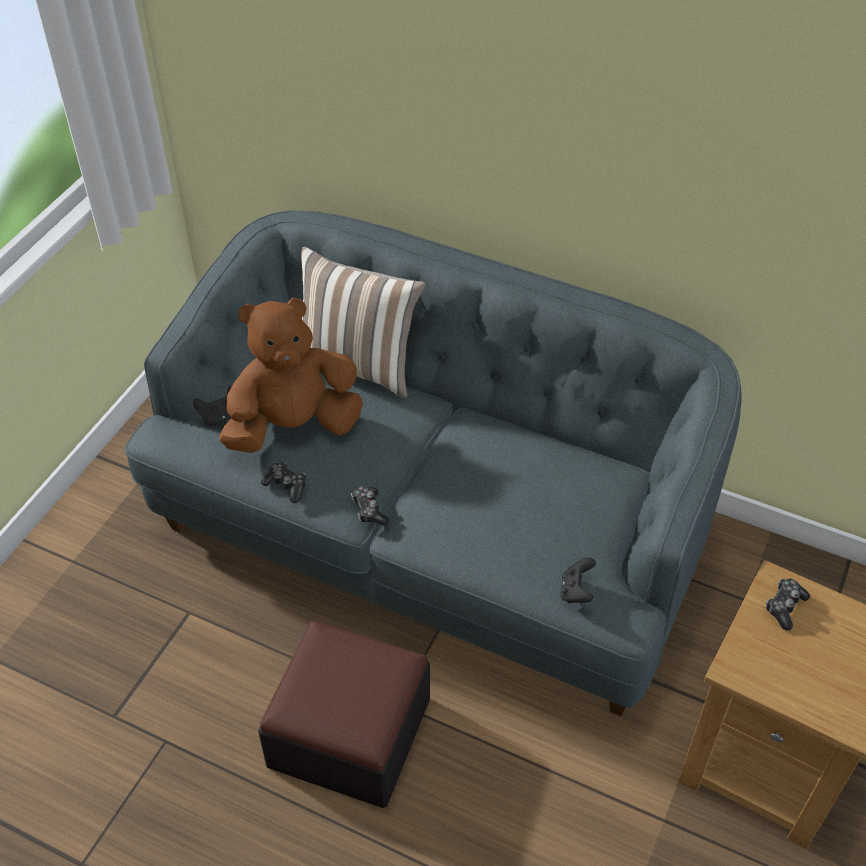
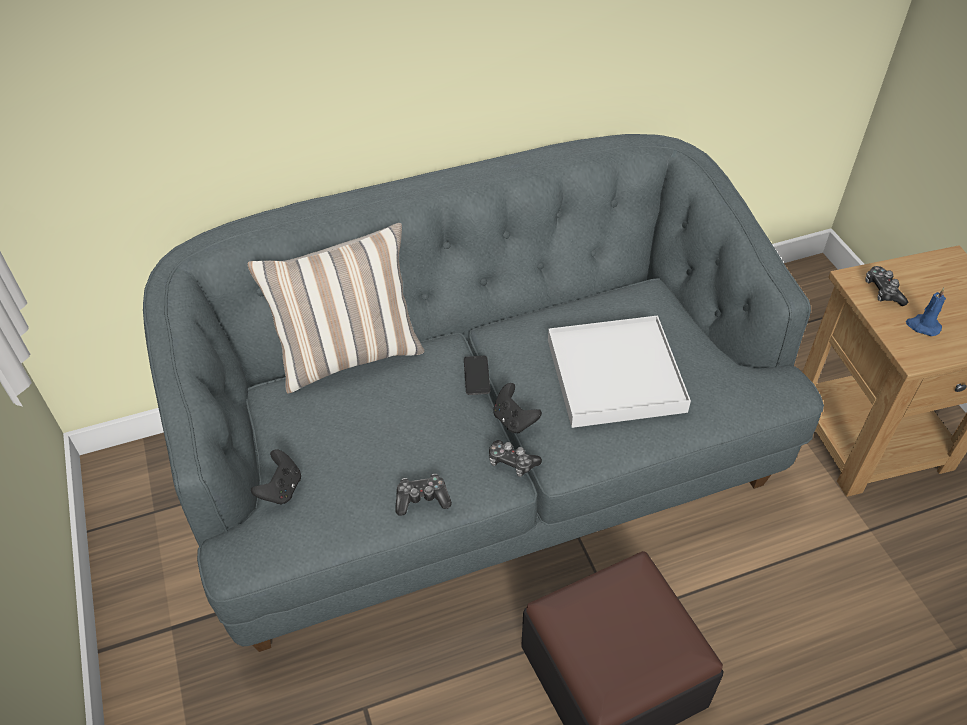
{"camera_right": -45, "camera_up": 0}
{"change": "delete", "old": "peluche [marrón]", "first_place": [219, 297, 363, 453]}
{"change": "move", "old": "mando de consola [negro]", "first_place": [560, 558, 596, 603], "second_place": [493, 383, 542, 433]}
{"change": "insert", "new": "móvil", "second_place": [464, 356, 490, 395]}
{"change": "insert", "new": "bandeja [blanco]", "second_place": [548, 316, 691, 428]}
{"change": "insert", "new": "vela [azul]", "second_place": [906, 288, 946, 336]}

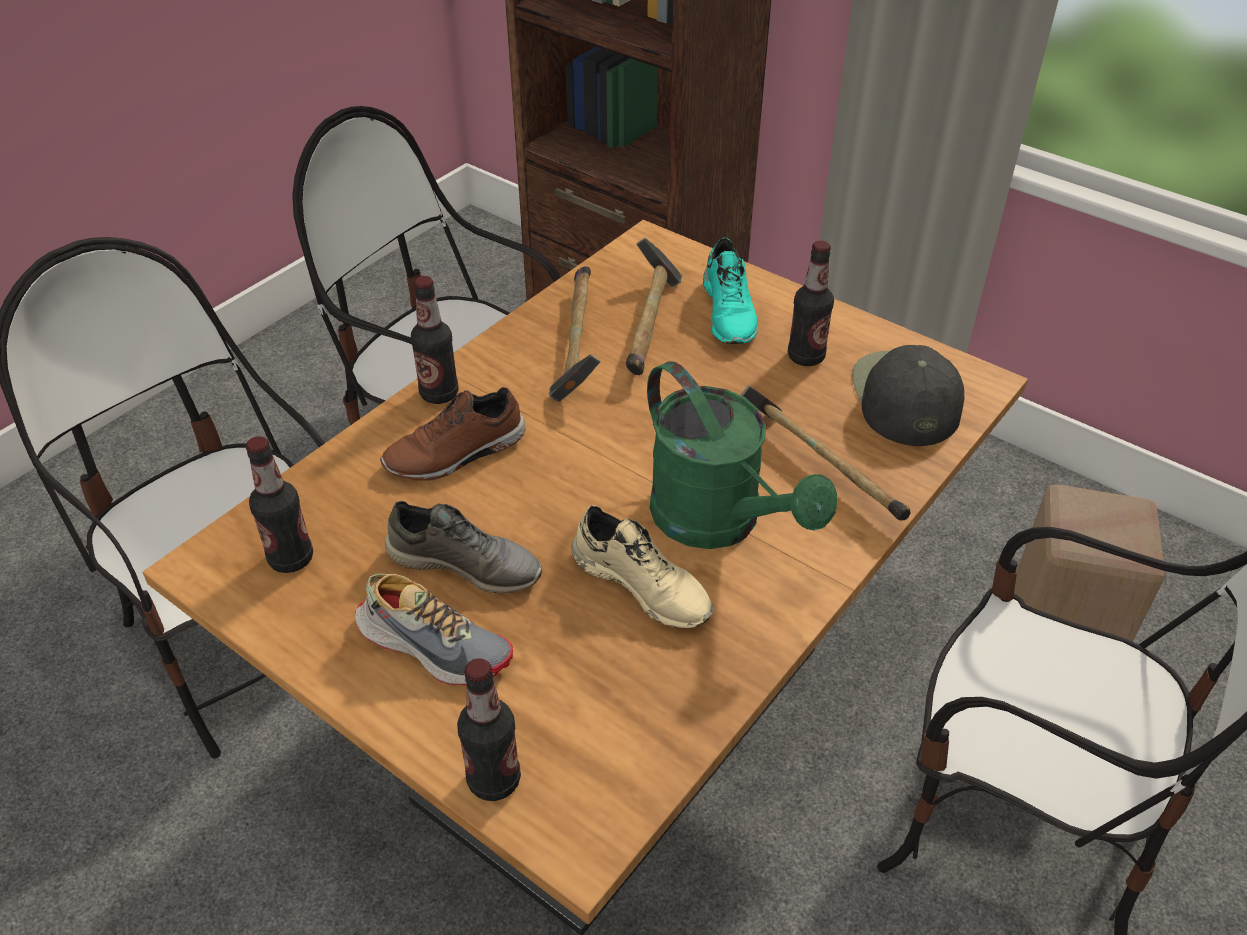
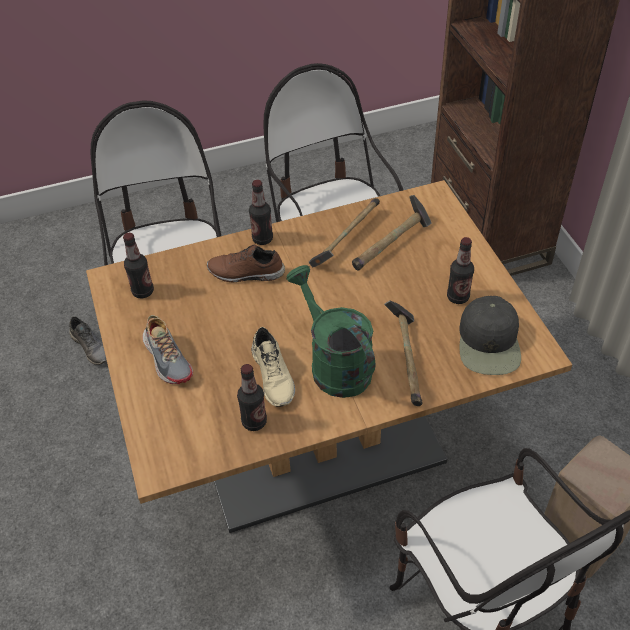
{"camera_right": 35, "camera_up": 5}
{"change": "move", "old": "zapato [gris]", "first_place": [385, 501, 542, 594], "second_place": [69, 316, 107, 365]}
{"change": "move", "old": "botella", "first_place": [457, 658, 521, 801], "second_place": [237, 364, 267, 431]}
{"change": "rotate", "old": "regadera [verde]", "first_place": [647, 361, 837, 549], "second_place": [286, 265, 375, 398], "degrees": 150}
{"change": "delete", "old": "zapato [turquesa]", "first_place": [703, 238, 758, 344]}
{"change": "rotate", "old": "gorra [negro]", "first_place": [852, 345, 964, 446], "second_place": [459, 296, 521, 375], "degrees": 150}

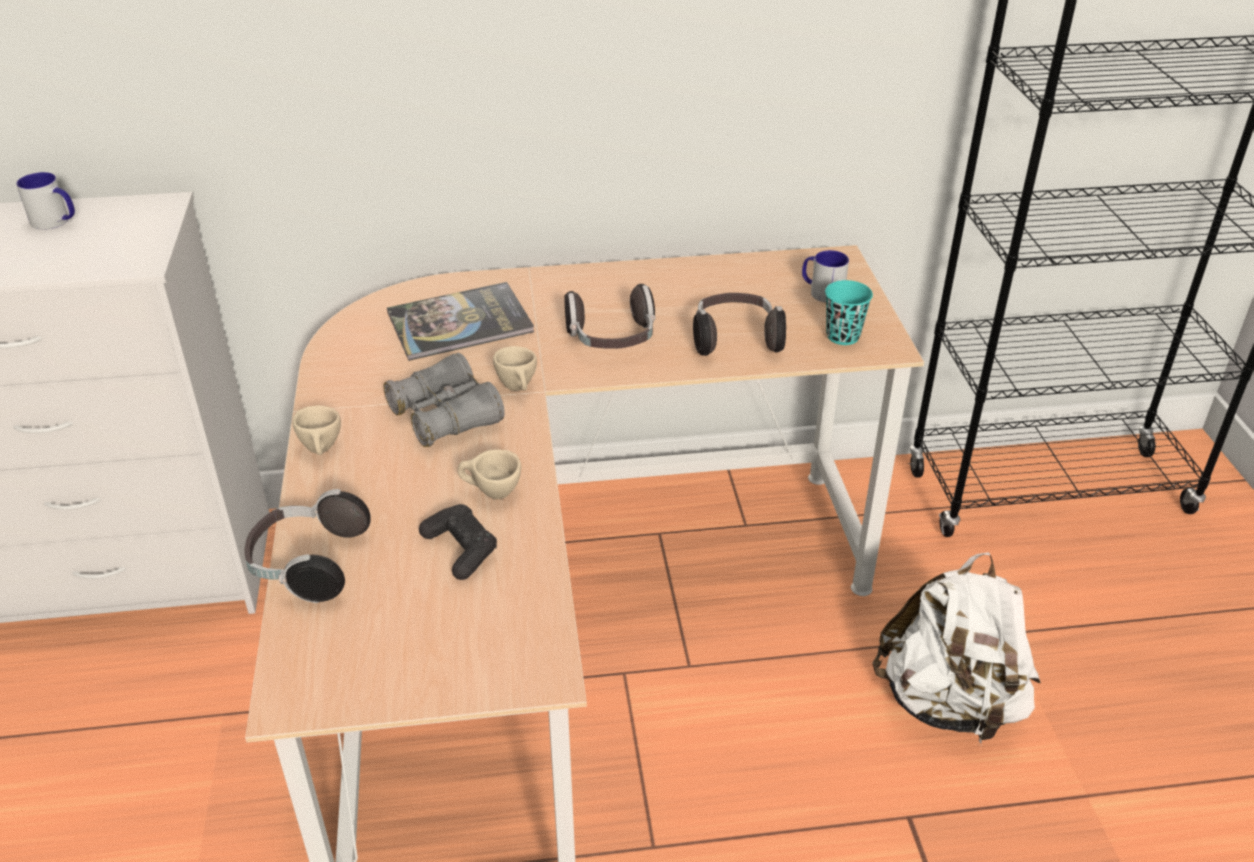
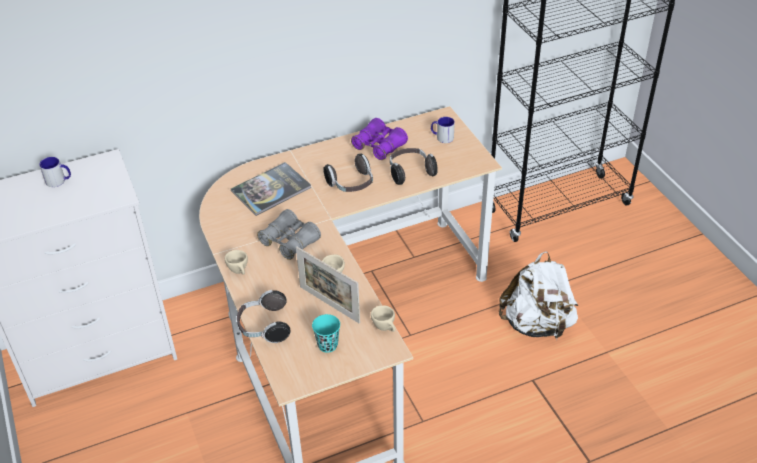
{"camera_right": -15, "camera_up": 5}
{"change": "replace", "old": "mando de consola [negro]", "new": "portarretratos", "first_place": [419, 504, 497, 580], "second_place": [296, 246, 360, 324]}
{"change": "move", "old": "taza [beis]", "first_place": [493, 346, 537, 391], "second_place": [371, 305, 395, 332]}
{"change": "move", "old": "taza [turquesa]", "first_place": [825, 280, 873, 345], "second_place": [312, 314, 340, 353]}
{"change": "insert", "new": "prismáticos [morado]", "second_place": [351, 118, 408, 160]}

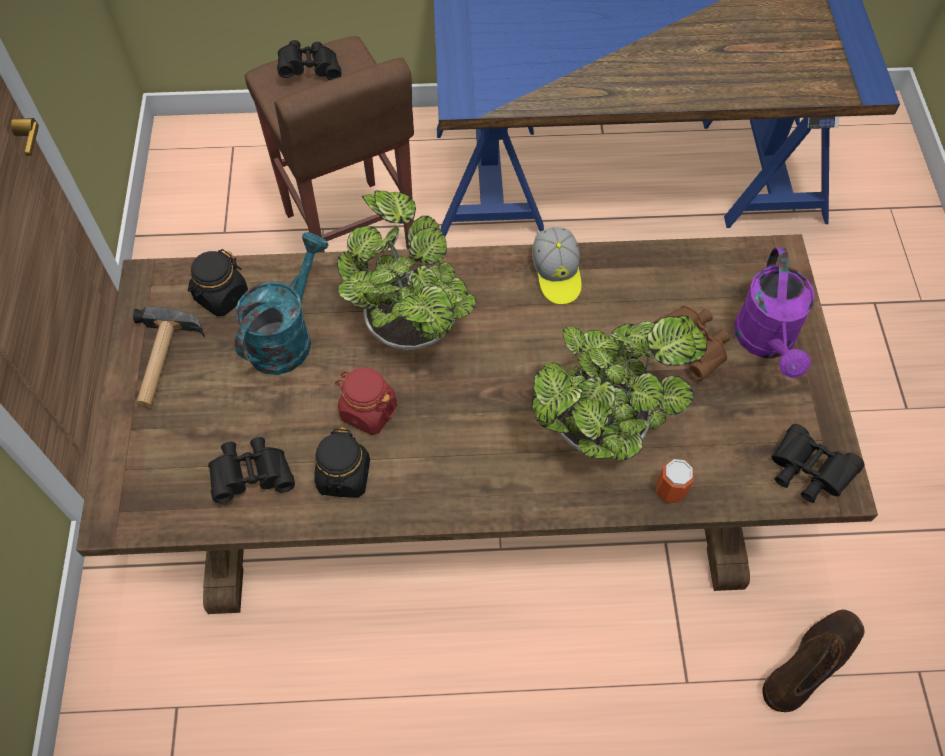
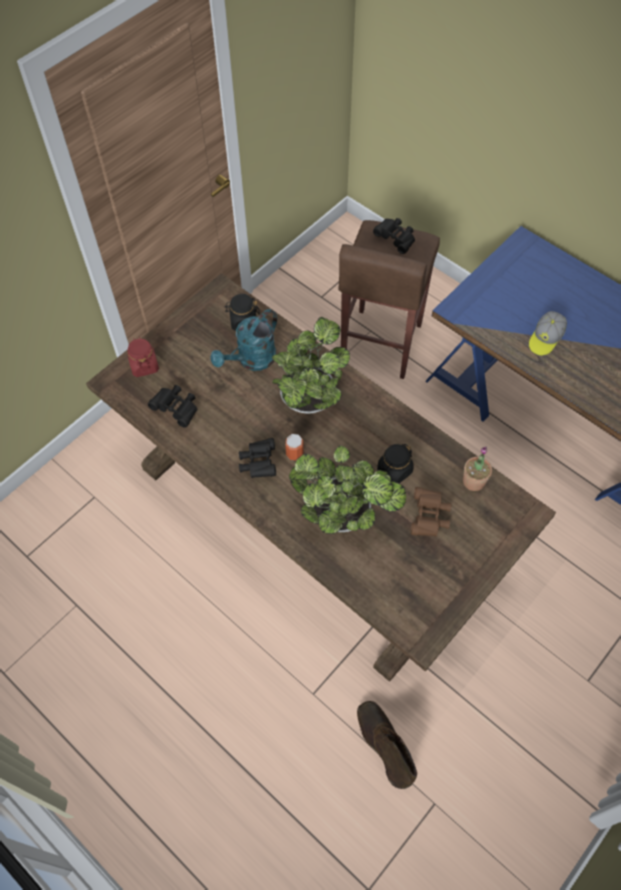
{"camera_right": 45, "camera_up": 0}
{"change": "delete", "old": "martillo", "first_place": [133, 306, 205, 409]}
{"change": "rotate", "old": "regadera [turquesa]", "first_place": [235, 232, 329, 375], "second_place": [211, 309, 277, 371], "degrees": 150}
{"change": "move", "old": "tarro [negro]", "first_place": [314, 427, 370, 498], "second_place": [377, 444, 414, 483]}
{"change": "move", "old": "tarro [rojo]", "first_place": [335, 367, 397, 435], "second_place": [127, 337, 159, 377]}
{"change": "move", "old": "gorra", "first_place": [532, 227, 582, 305], "second_place": [529, 311, 567, 356]}
{"change": "move", "old": "lata", "first_place": [657, 459, 694, 504], "second_place": [285, 434, 304, 461]}
{"change": "delete", "old": "regadera [morado]", "first_place": [734, 247, 815, 378]}
{"change": "rotate", "old": "bota [marrón]", "first_place": [762, 609, 865, 712], "second_place": [357, 701, 417, 789], "degrees": -120}
{"change": "move", "old": "prismáticos [negro]", "first_place": [772, 424, 864, 503], "second_place": [239, 438, 276, 478]}
{"change": "insert", "new": "planta en maceta", "second_place": [463, 447, 492, 491]}

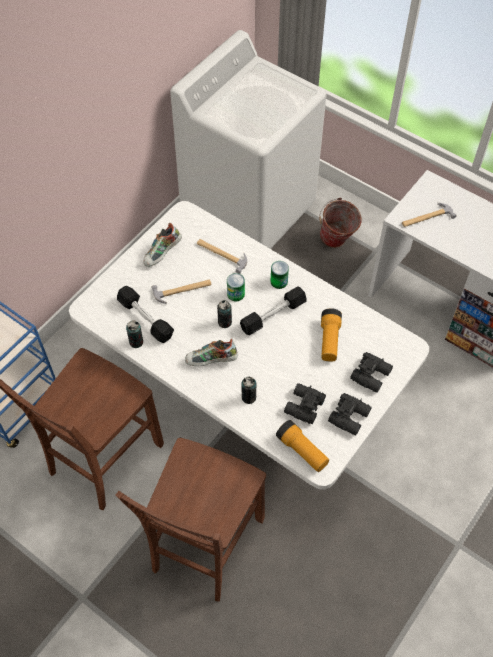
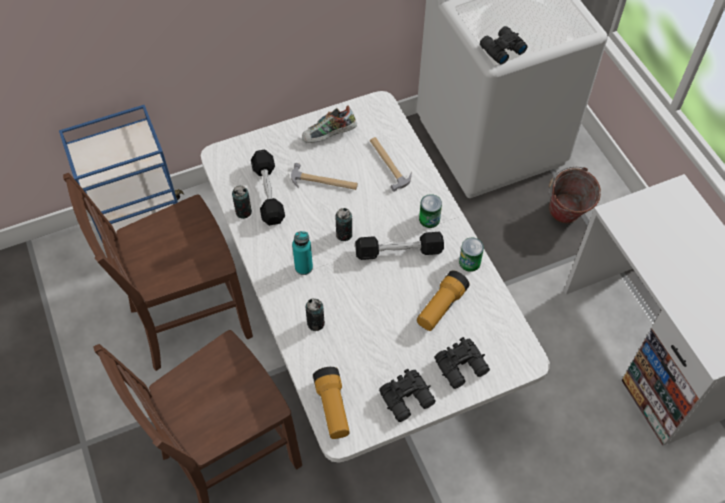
{"camera_right": 30, "camera_up": 0}
{"change": "replace", "old": "zapato", "new": "botella [turquesa]", "first_place": [185, 339, 238, 366], "second_place": [292, 231, 313, 275]}
{"change": "move", "old": "lata", "first_place": [227, 273, 245, 301], "second_place": [459, 238, 484, 272]}
{"change": "move", "old": "prismáticos [negro]", "first_place": [284, 383, 326, 424], "second_place": [480, 26, 528, 65]}
{"change": "delete", "old": "martillo", "first_place": [402, 203, 456, 227]}

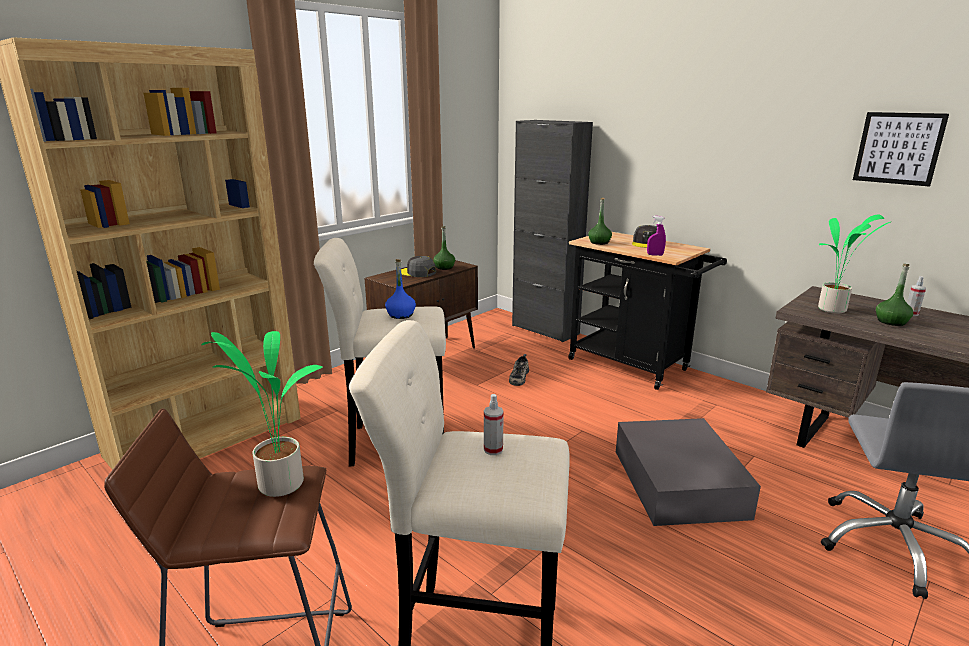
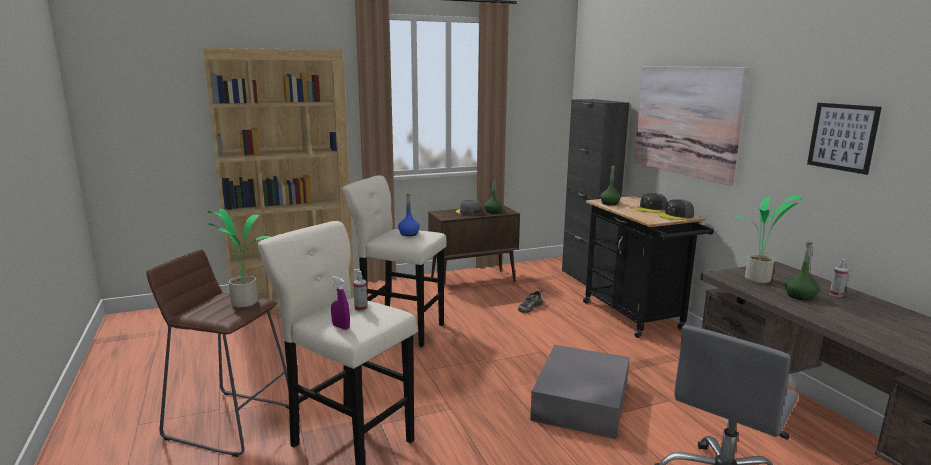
{"camera_right": 25, "camera_up": -5}
{"change": "move", "old": "pulverizador [morado]", "first_place": [647, 216, 666, 256], "second_place": [331, 276, 350, 330]}
{"change": "insert", "new": "cuadro", "second_place": [634, 66, 749, 185]}
{"change": "insert", "new": "gorra [gris]", "second_place": [658, 199, 694, 220]}

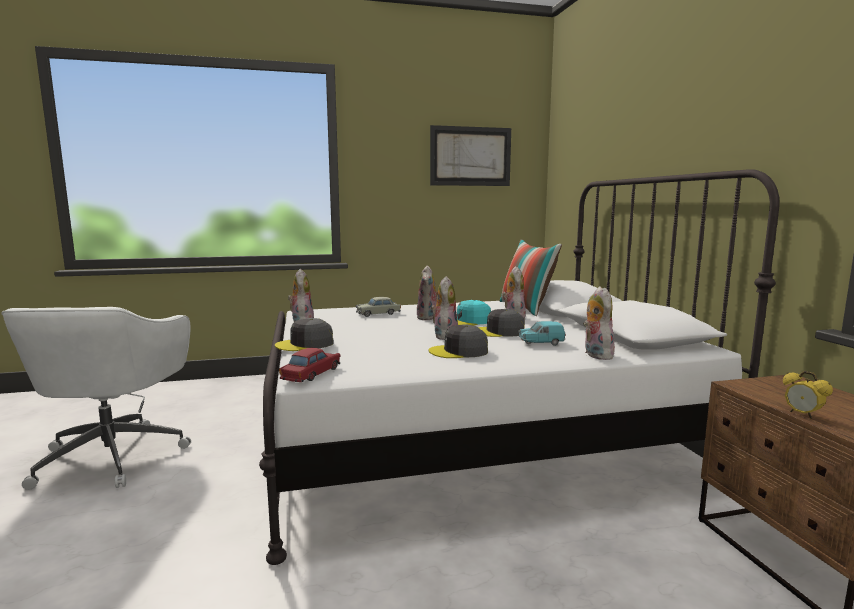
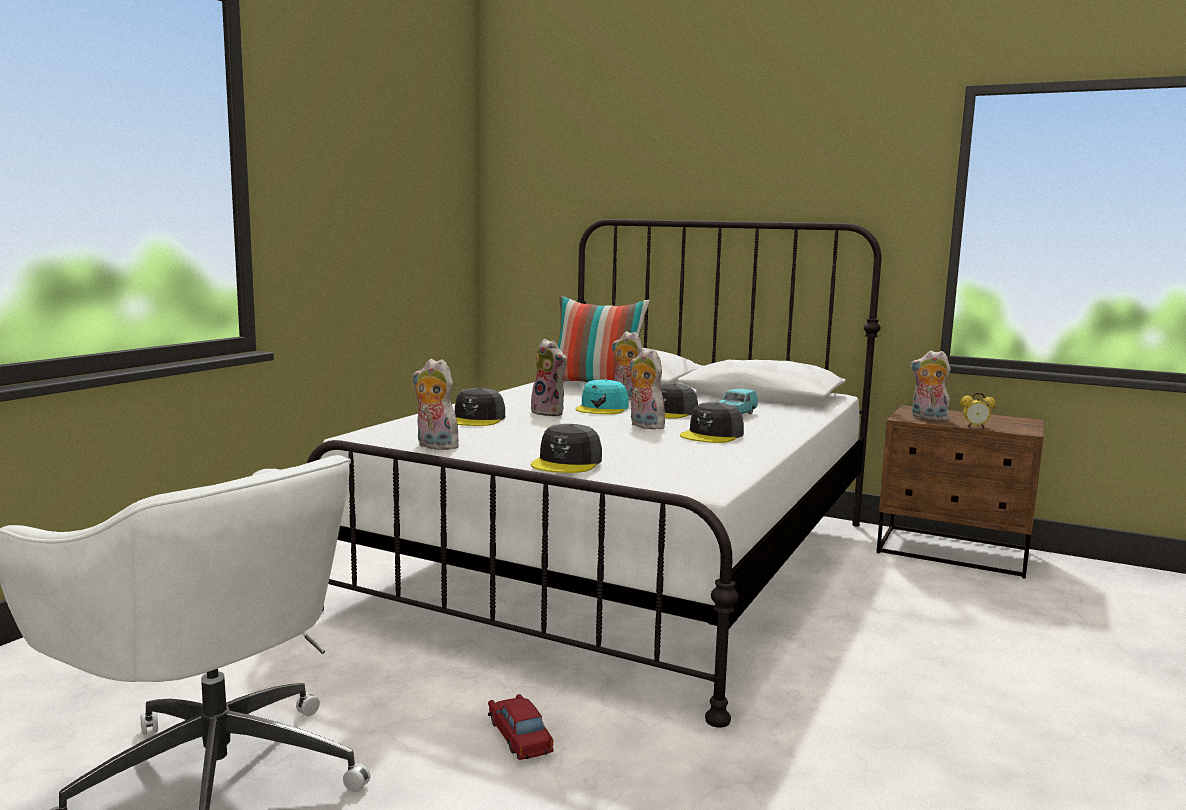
{"camera_right": -50, "camera_up": 0}
{"change": "move", "old": "coche de juguete [rojo]", "first_place": [279, 348, 341, 382], "second_place": [488, 694, 553, 760]}
{"change": "replace", "old": "coche de juguete [beis]", "new": "gorra [gris]", "first_place": [356, 297, 401, 317], "second_place": [455, 388, 505, 426]}
{"change": "delete", "old": "cuadro", "first_place": [430, 125, 511, 186]}
{"change": "move", "old": "peluche", "first_place": [583, 287, 615, 360], "second_place": [910, 350, 951, 421]}

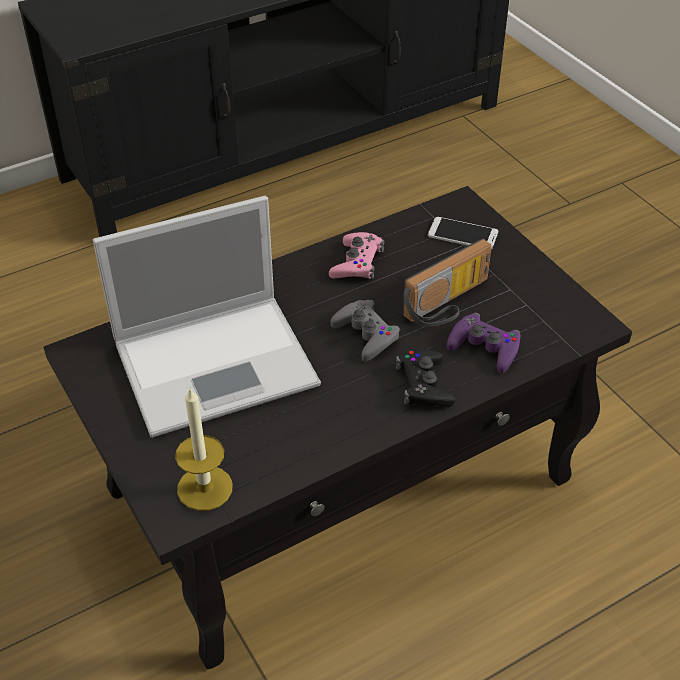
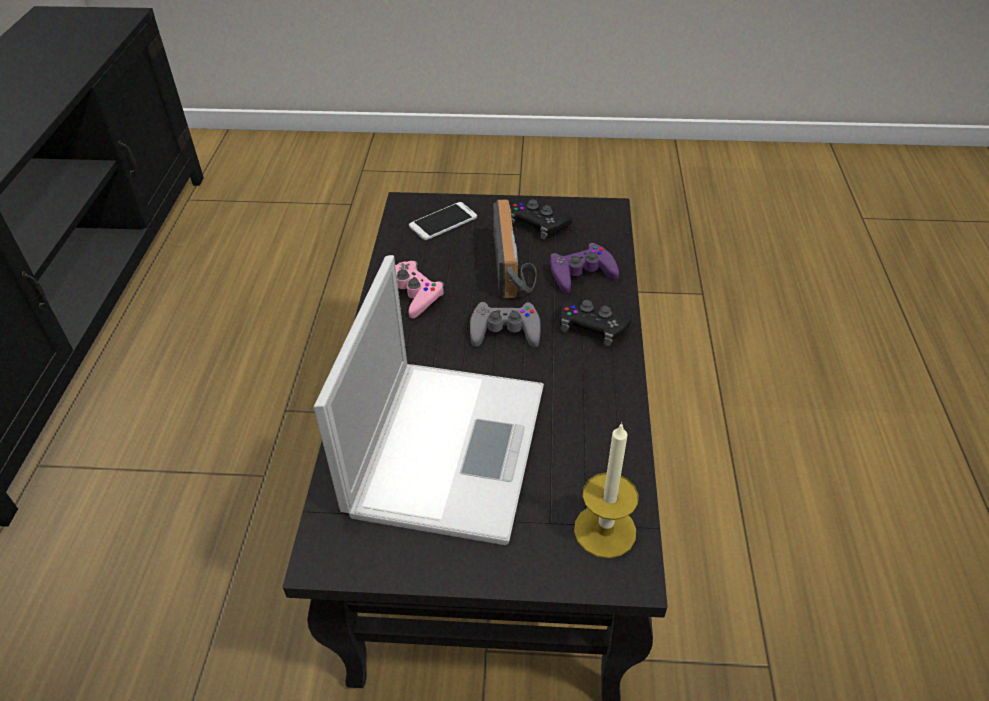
{"camera_right": -55, "camera_up": 0}
{"change": "insert", "new": "mando de consola [negro]", "second_place": [510, 198, 572, 240]}

